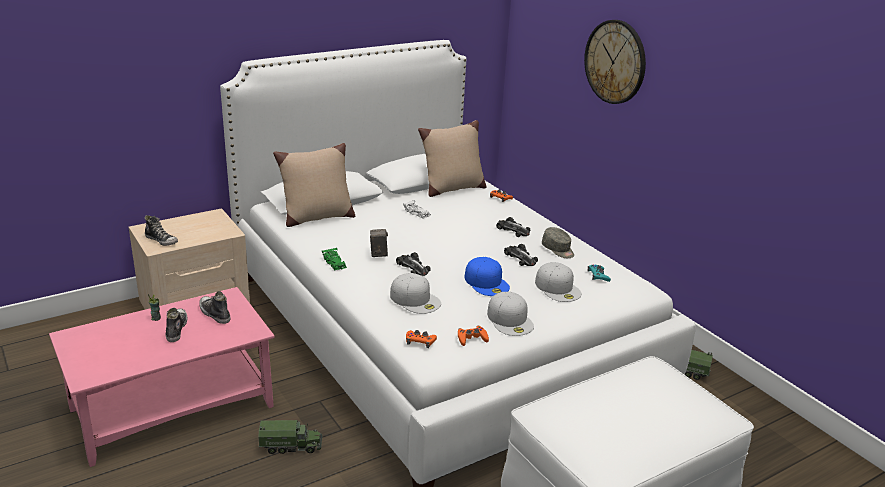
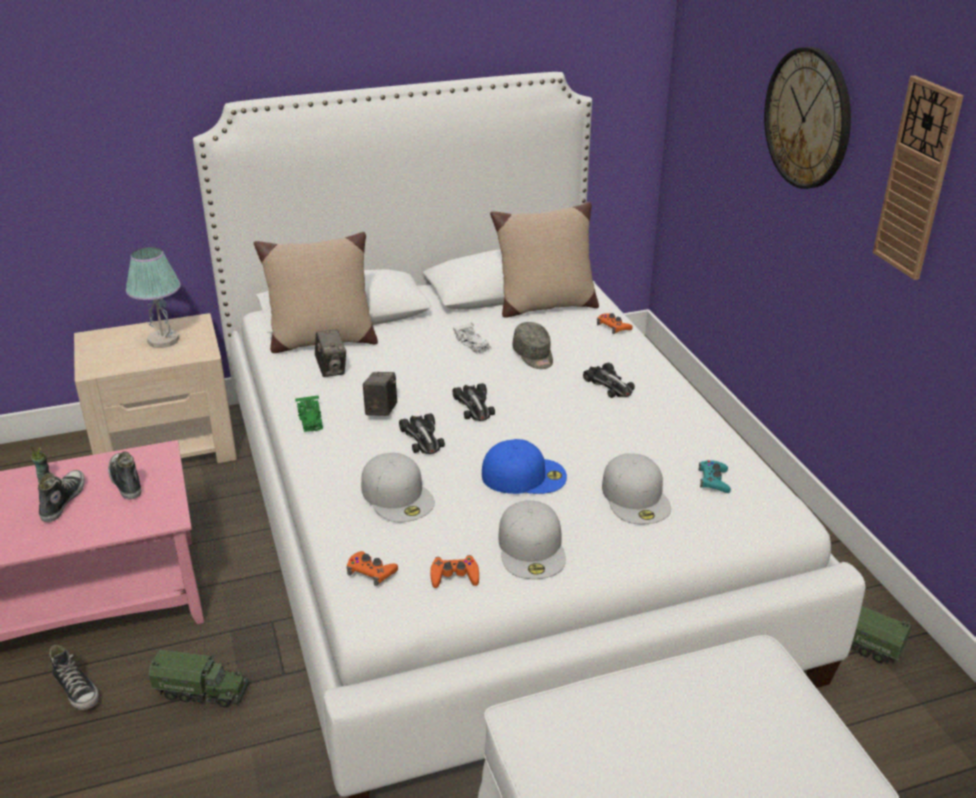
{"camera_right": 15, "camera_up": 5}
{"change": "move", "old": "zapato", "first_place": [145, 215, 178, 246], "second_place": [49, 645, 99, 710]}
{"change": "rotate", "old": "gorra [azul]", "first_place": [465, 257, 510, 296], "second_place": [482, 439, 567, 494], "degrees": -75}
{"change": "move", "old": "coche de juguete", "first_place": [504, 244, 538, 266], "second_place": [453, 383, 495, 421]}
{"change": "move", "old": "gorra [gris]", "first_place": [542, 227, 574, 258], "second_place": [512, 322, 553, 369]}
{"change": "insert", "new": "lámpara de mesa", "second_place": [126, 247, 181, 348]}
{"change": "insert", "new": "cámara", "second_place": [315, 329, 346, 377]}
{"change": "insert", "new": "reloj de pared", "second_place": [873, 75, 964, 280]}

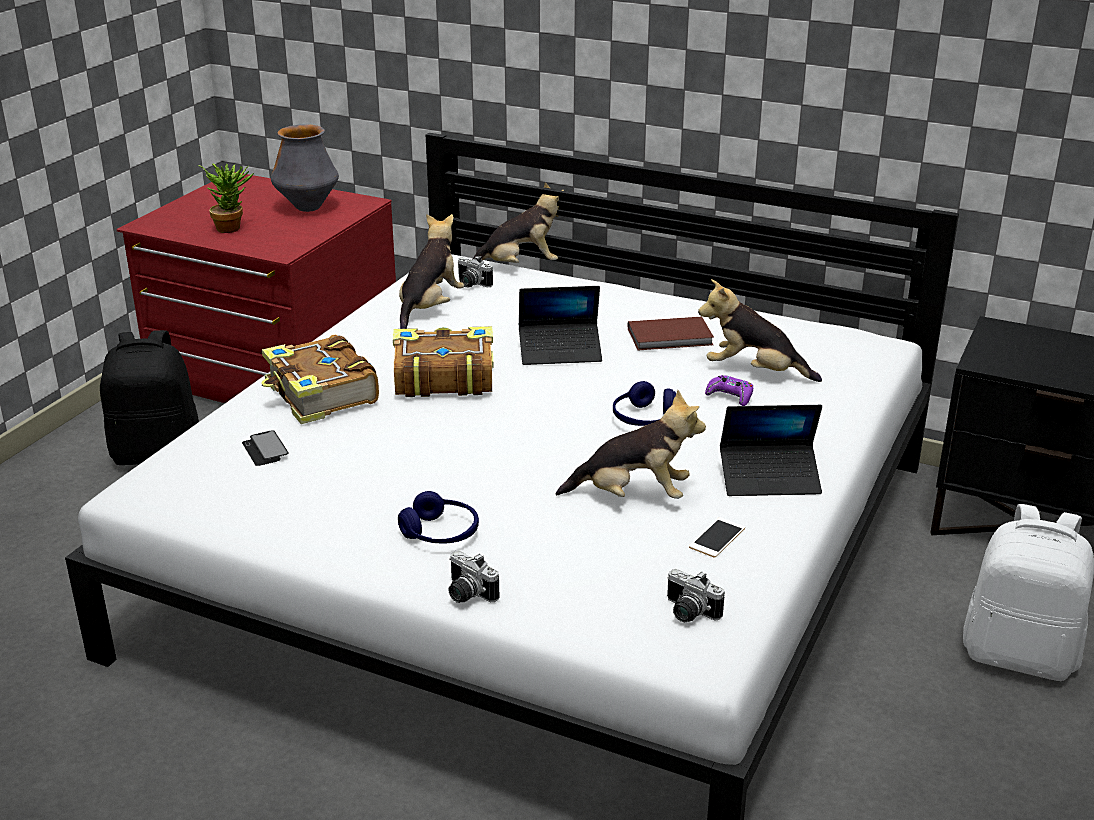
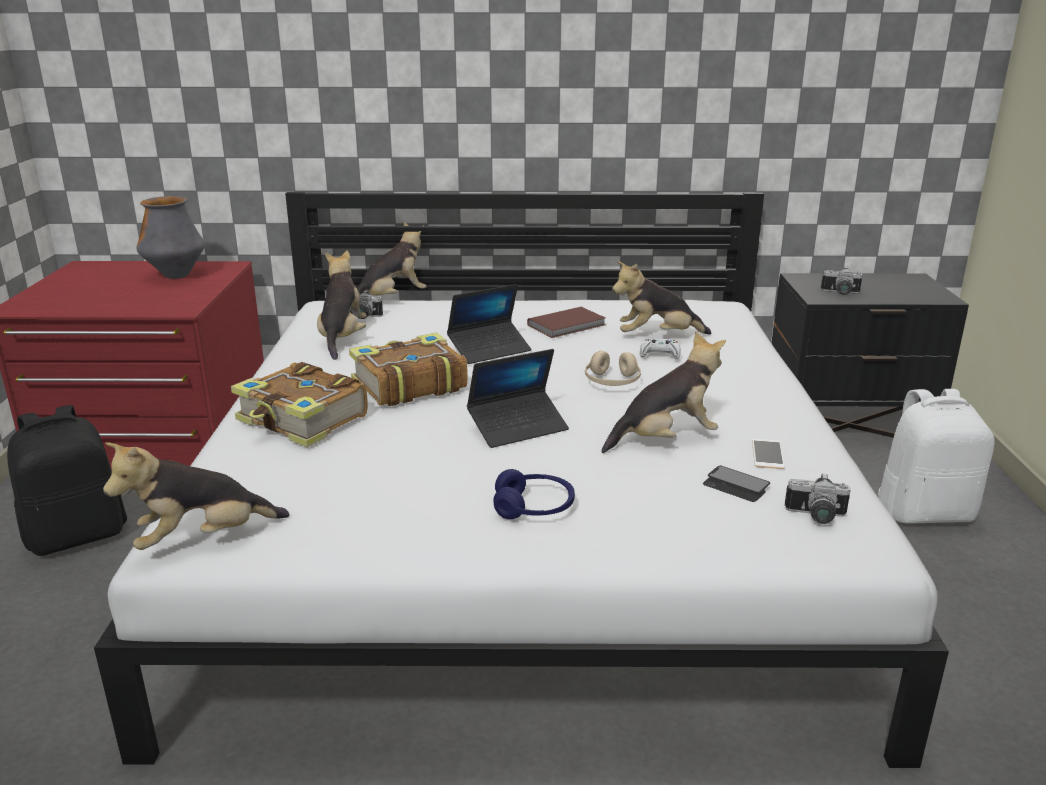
{"camera_right": -25, "camera_up": -5}
{"change": "delete", "old": "planta en maceta", "first_place": [199, 163, 254, 233]}
{"change": "move", "old": "móvil", "first_place": [242, 430, 289, 466], "second_place": [703, 466, 770, 502]}
{"change": "move", "old": "cámara", "first_place": [448, 551, 499, 603], "second_place": [821, 266, 862, 295]}
{"change": "recolor", "old": "auriculares [azul]", "new": "auriculares [beis]", "first_place": [613, 381, 676, 426], "second_place": [585, 351, 641, 386]}
{"change": "recolor", "old": "mando de consola [morado]", "new": "mando de consola [blanco]", "first_place": [705, 375, 753, 406], "second_place": [640, 339, 681, 359]}
{"change": "move", "old": "portátil", "first_place": [720, 405, 822, 496], "second_place": [467, 349, 569, 448]}
{"change": "insert", "new": "peluche", "second_place": [103, 442, 290, 550]}

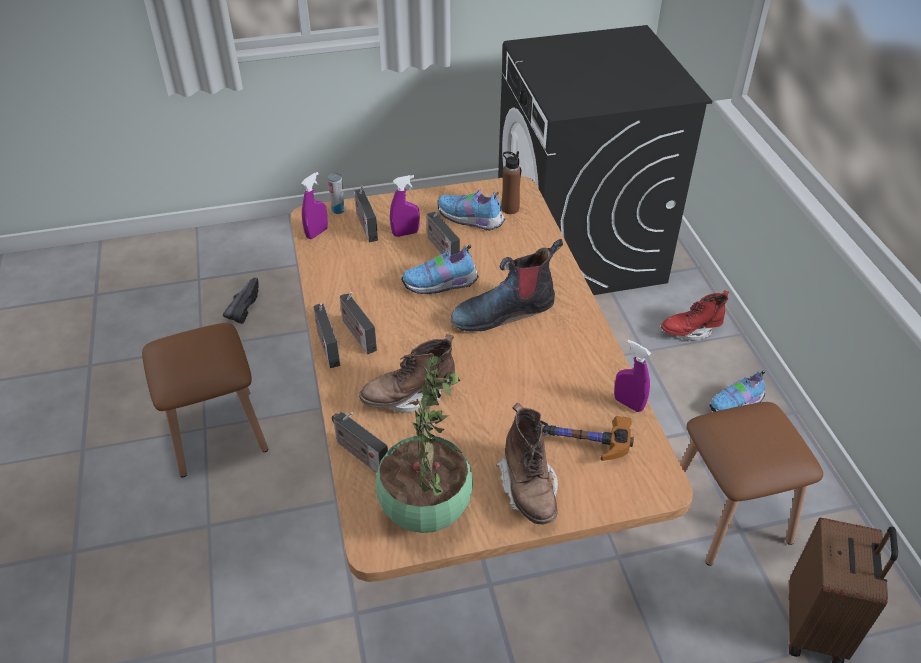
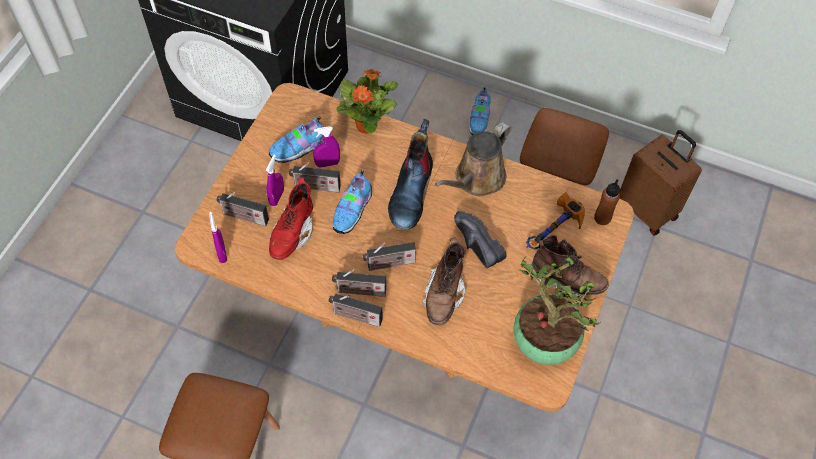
{"camera_right": -55, "camera_up": 15}
{"change": "move", "old": "zapato [negro]", "first_place": [223, 278, 259, 324], "second_place": [454, 211, 506, 268]}
{"change": "delete", "old": "lata", "first_place": [328, 173, 345, 214]}
{"change": "move", "old": "radio", "first_place": [332, 412, 388, 473], "second_place": [362, 242, 416, 271]}
{"change": "move", "old": "botella [marrón]", "first_place": [501, 151, 521, 214], "second_place": [594, 180, 620, 225]}
{"change": "move", "old": "pulverizador [morado]", "first_place": [614, 340, 651, 412], "second_place": [313, 126, 340, 168]}
{"change": "move", "old": "bota [rojo]", "first_place": [661, 290, 729, 341], "second_place": [269, 177, 313, 260]}
{"change": "insert", "new": "planta en maceta", "second_place": [337, 69, 398, 134]}
{"change": "insert", "new": "regadera [marrón]", "second_place": [435, 122, 511, 196]}

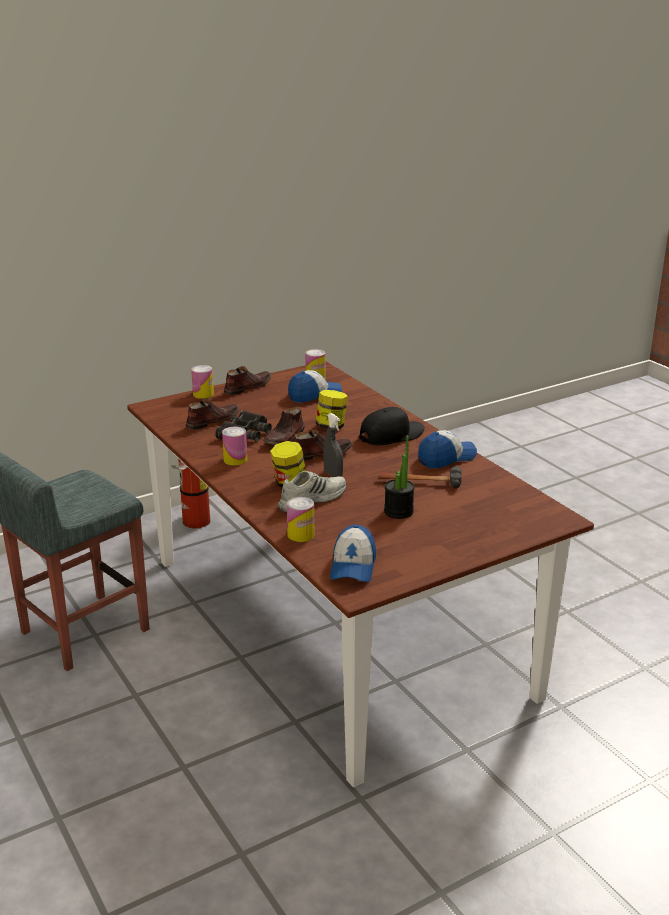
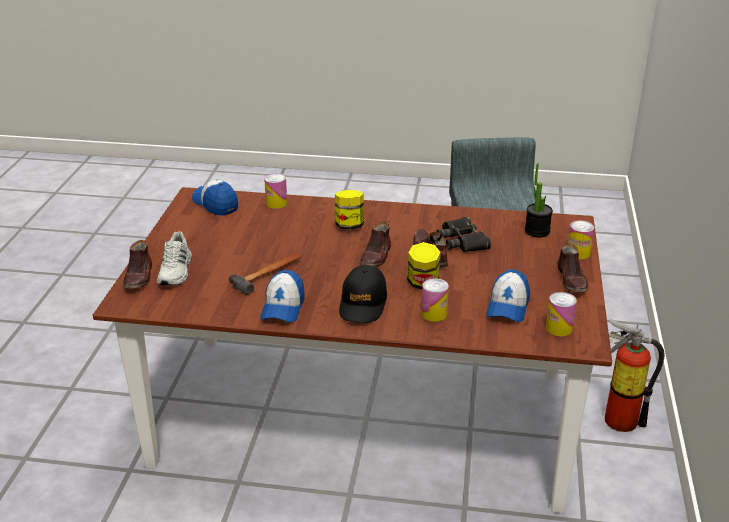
{"camera_right": 130, "camera_up": 5}
{"change": "move", "old": "zapato [marrón]", "first_place": [186, 399, 239, 430], "second_place": [123, 240, 152, 289]}
{"change": "move", "old": "lata", "first_place": [222, 426, 247, 466], "second_place": [421, 278, 449, 322]}
{"change": "move", "old": "zapato [blanco]", "first_place": [278, 471, 346, 513], "second_place": [157, 232, 192, 286]}
{"change": "delete", "old": "pulverizador [gris]", "first_place": [324, 413, 343, 477]}
{"change": "move", "old": "planta en maceta", "first_place": [384, 436, 415, 519], "second_place": [525, 163, 553, 237]}

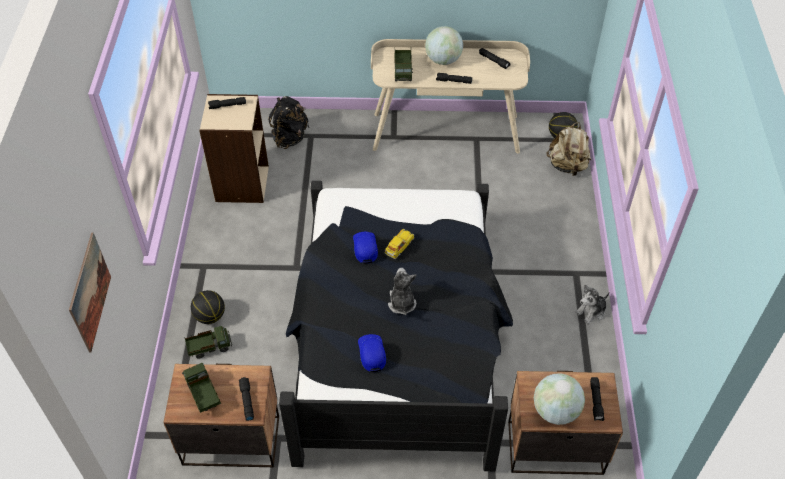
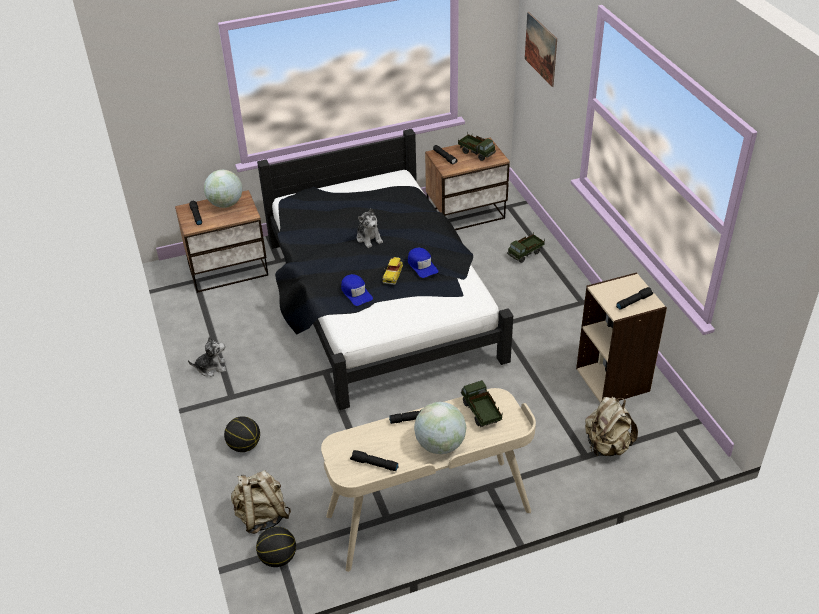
{"camera_right": 160, "camera_up": -10}
{"change": "move", "old": "balón de baloncesto", "first_place": [191, 290, 225, 324], "second_place": [224, 416, 260, 452]}
{"change": "recolor", "old": "mochila [negro]", "new": "mochila [beis]", "first_place": [268, 96, 309, 149], "second_place": [585, 397, 638, 456]}
{"change": "move", "old": "gorra [azul]", "first_place": [358, 334, 386, 372], "second_place": [341, 274, 373, 306]}
{"change": "rotate", "old": "peluche", "first_place": [575, 285, 610, 324], "second_place": [188, 337, 226, 376], "degrees": 45}

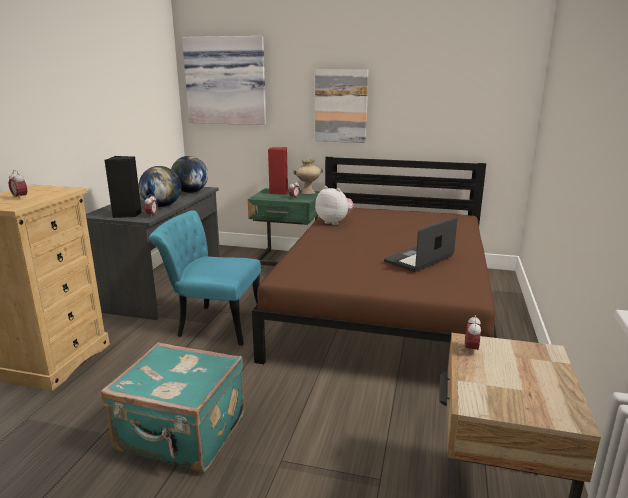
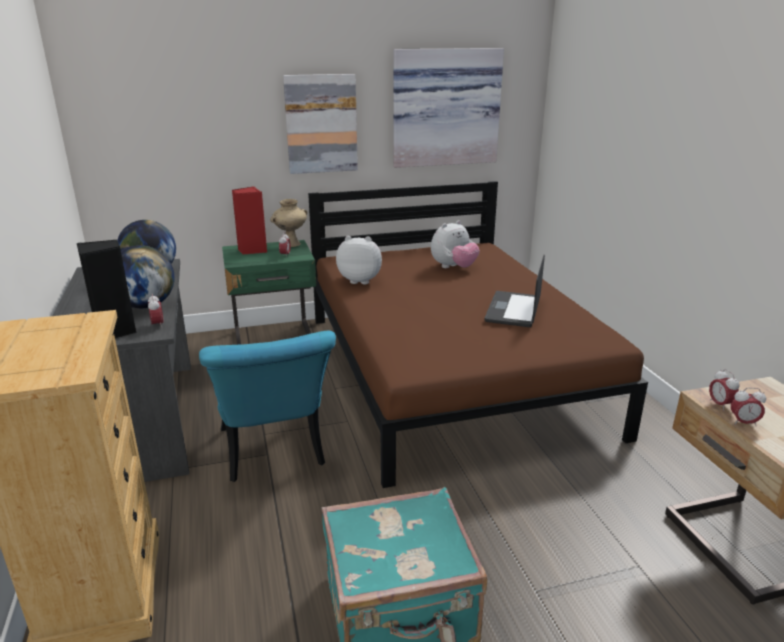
{"camera_right": -30, "camera_up": 5}
{"change": "move", "old": "despertador", "first_place": [9, 170, 27, 200], "second_place": [731, 387, 766, 426]}
{"change": "rotate", "old": "silla [turquesa]", "first_place": [149, 210, 261, 346], "second_place": [199, 330, 336, 482], "degrees": -90}
{"change": "move", "old": "cuadro", "first_place": [182, 36, 266, 125], "second_place": [393, 48, 504, 168]}
{"change": "insert", "new": "peluche", "second_place": [431, 220, 480, 268]}

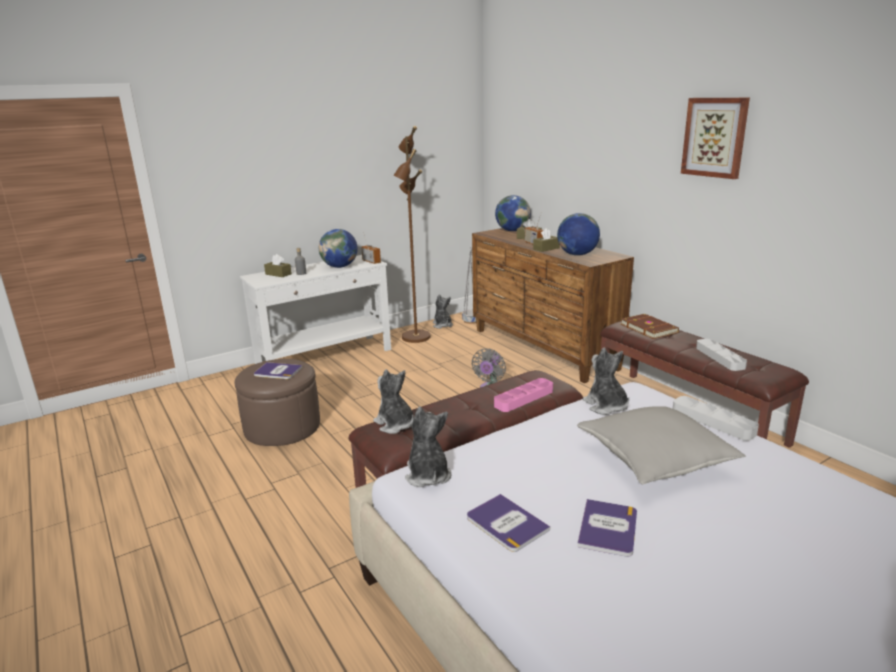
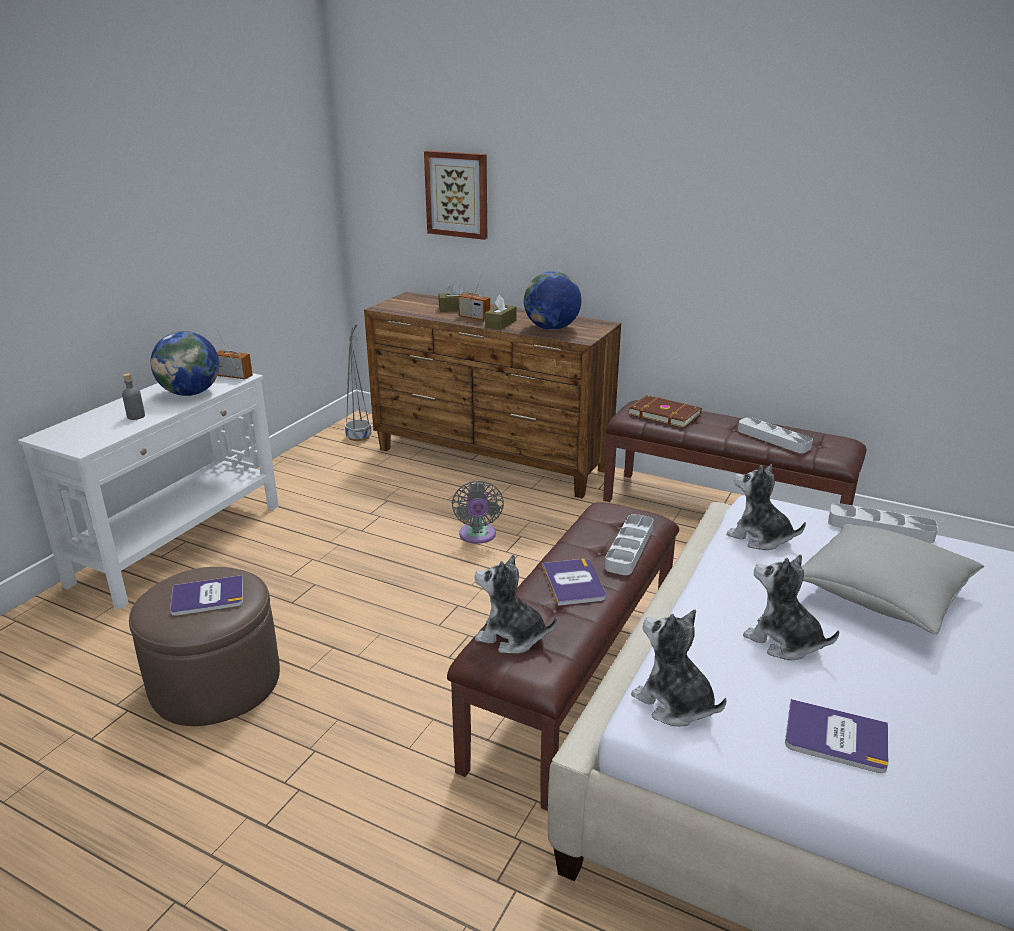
{"camera_right": -30, "camera_up": 5}
{"change": "delete", "old": "caja de pañuelos [marrón]", "first_place": [264, 254, 292, 277]}
{"change": "delete", "old": "lámpara de pie [marrón]", "first_place": [394, 126, 430, 343]}
{"change": "move", "old": "peluche", "first_place": [433, 294, 453, 329], "second_place": [743, 555, 839, 660]}
{"change": "recolor", "old": "bandeja [rosa]", "new": "bandeja [gris]", "first_place": [494, 378, 553, 412], "second_place": [605, 514, 653, 575]}
{"change": "delete", "old": "globo terráqueo", "first_place": [495, 195, 531, 231]}
{"change": "move", "old": "libro", "first_place": [577, 499, 637, 557], "second_place": [542, 559, 606, 606]}
{"change": "move", "old": "cuadro", "first_place": [681, 98, 750, 179], "second_place": [424, 151, 487, 240]}

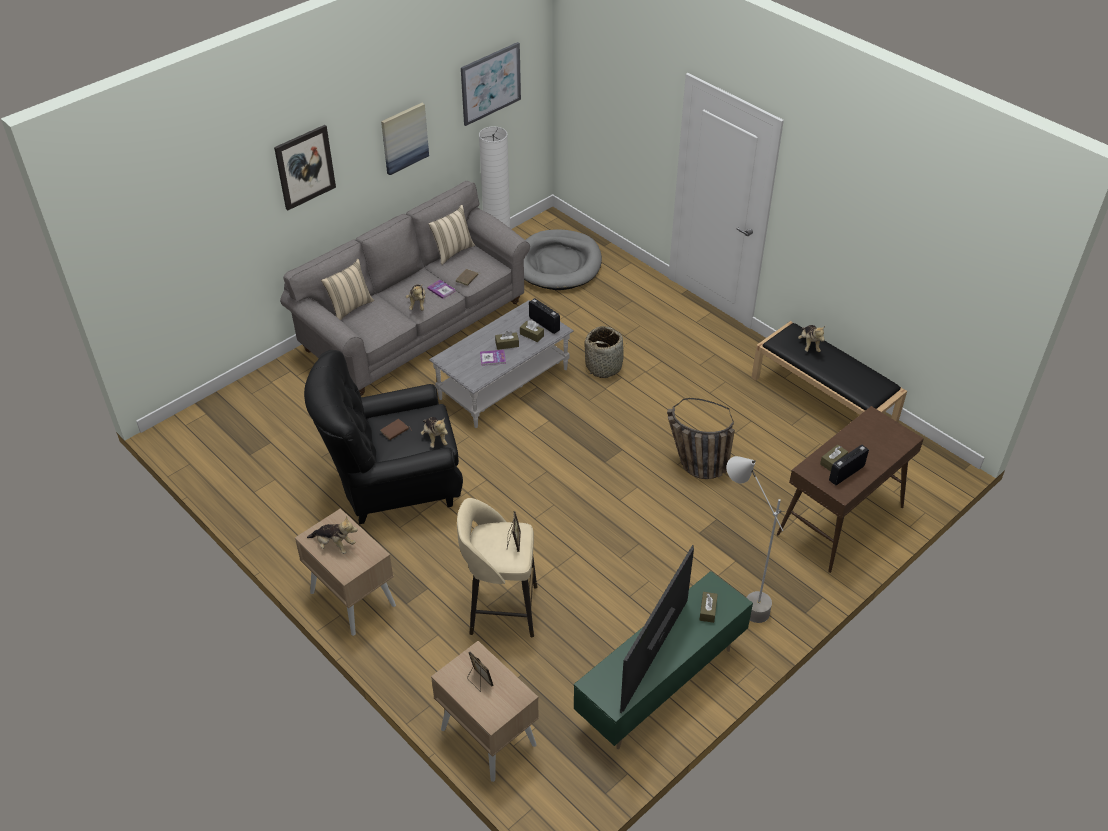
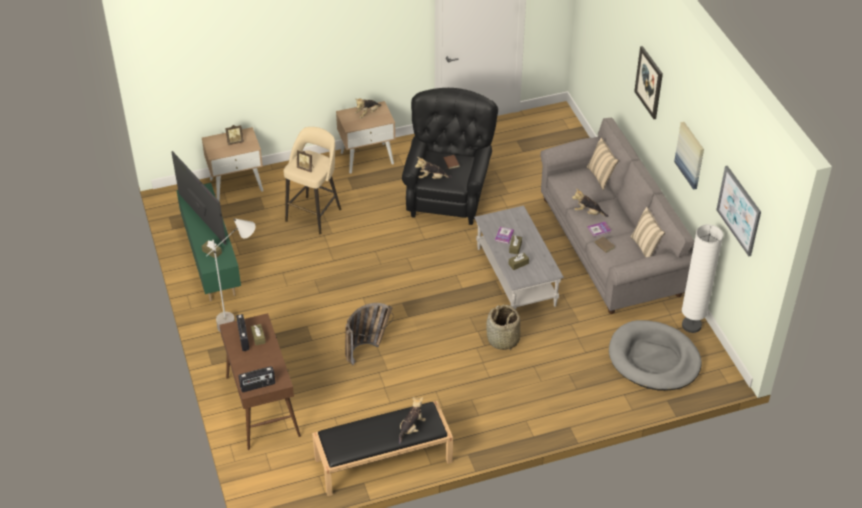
{"camera_right": 115, "camera_up": 0}
{"change": "move", "old": "radio", "first_place": [529, 298, 560, 334], "second_place": [239, 366, 275, 392]}
{"change": "rotate", "old": "peluche", "first_place": [798, 325, 825, 352], "second_place": [399, 397, 426, 444], "degrees": 105}

